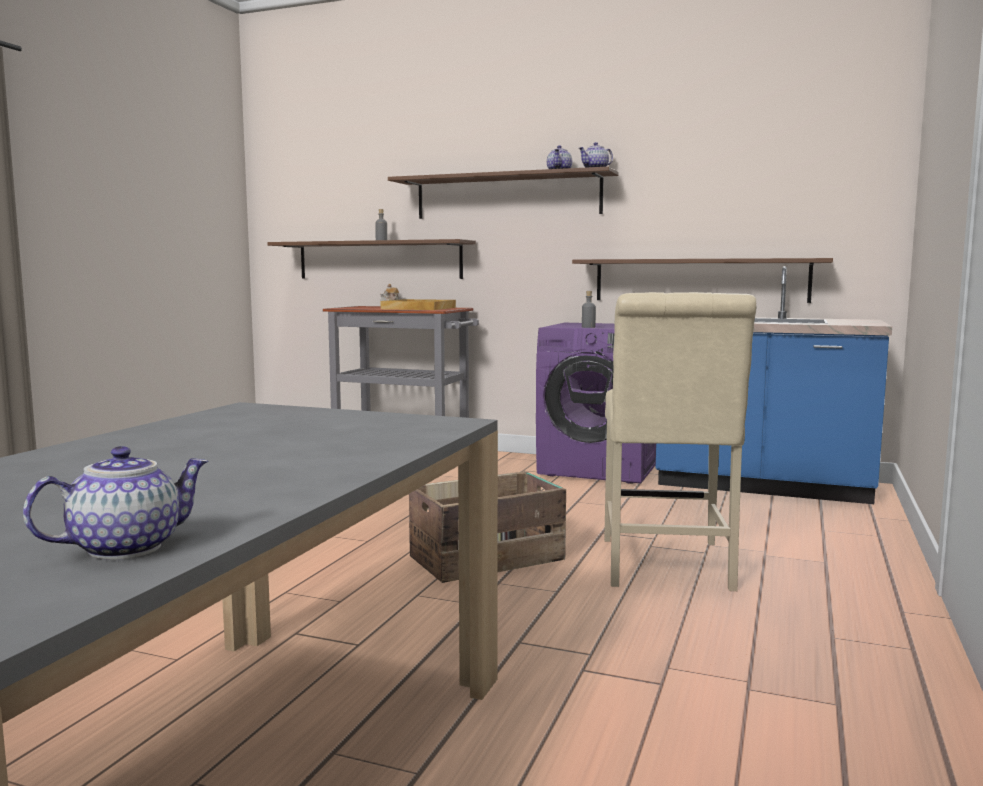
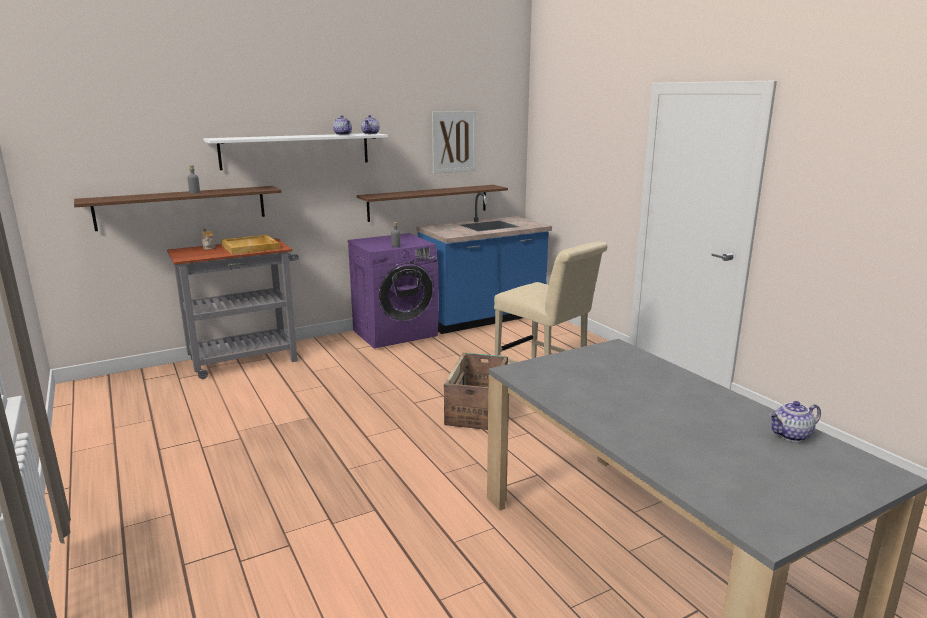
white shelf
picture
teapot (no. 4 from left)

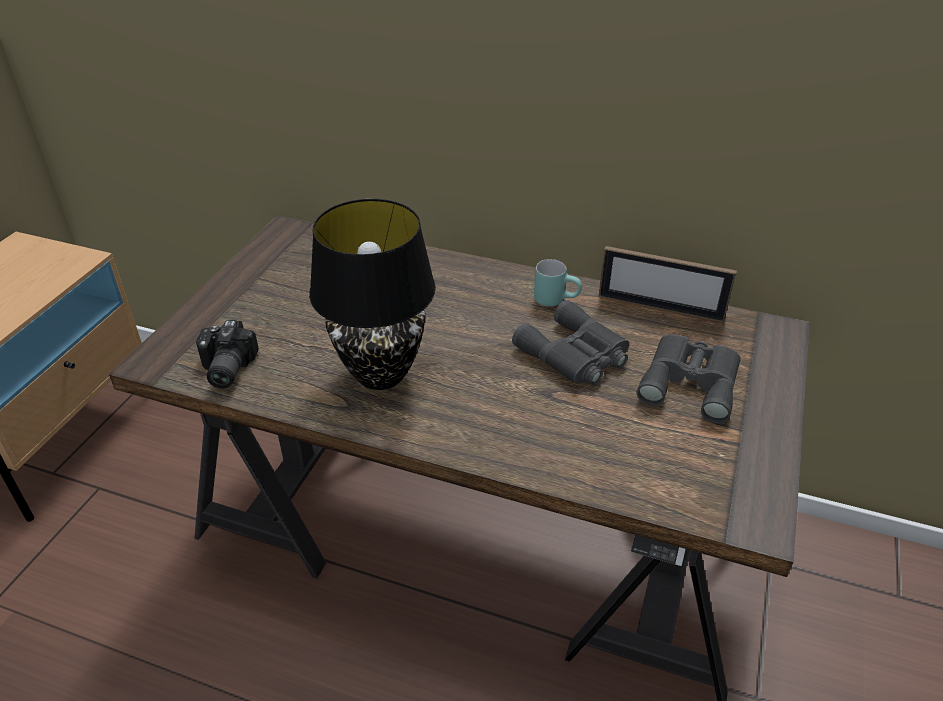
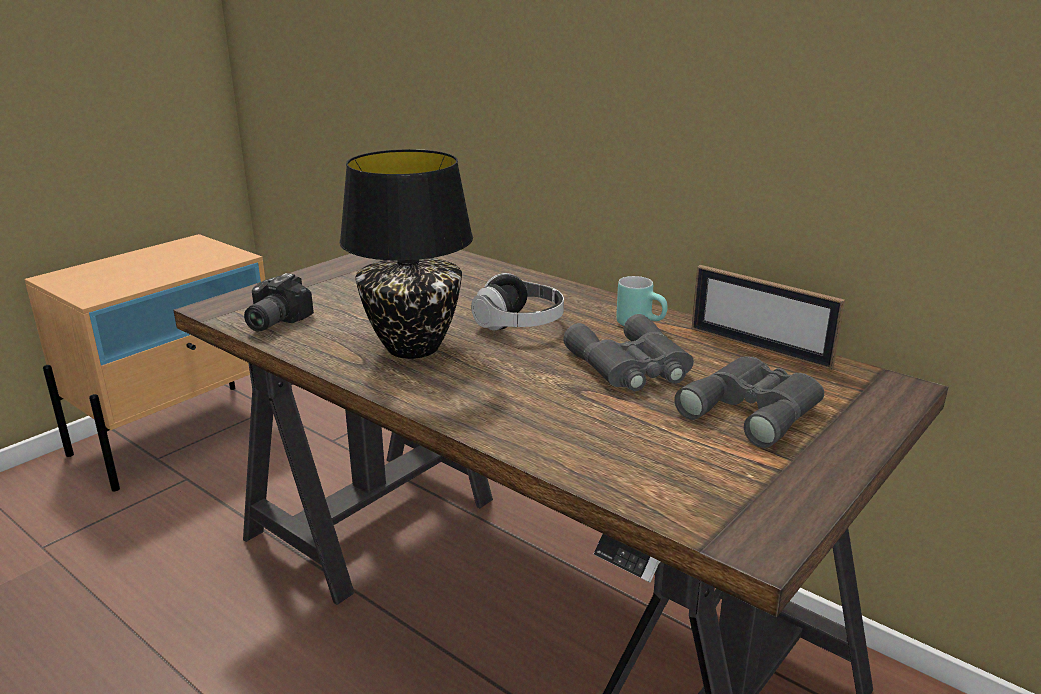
headphones

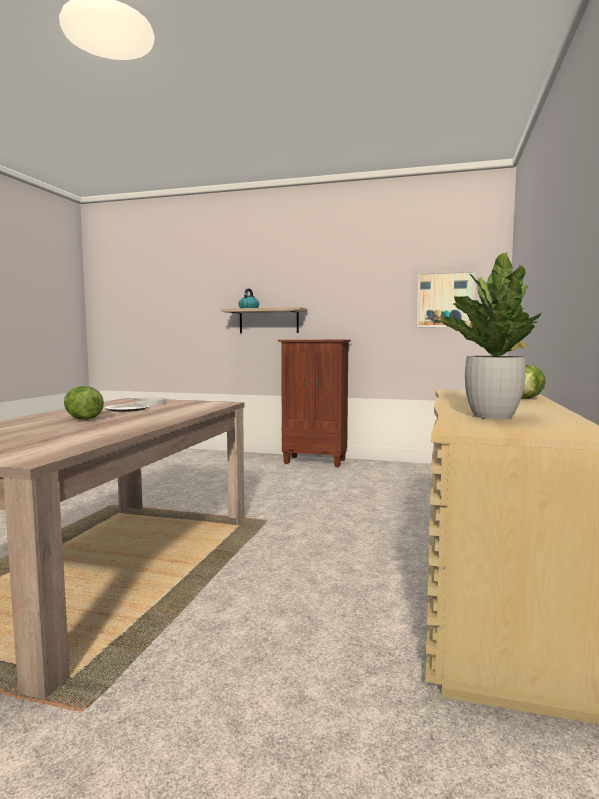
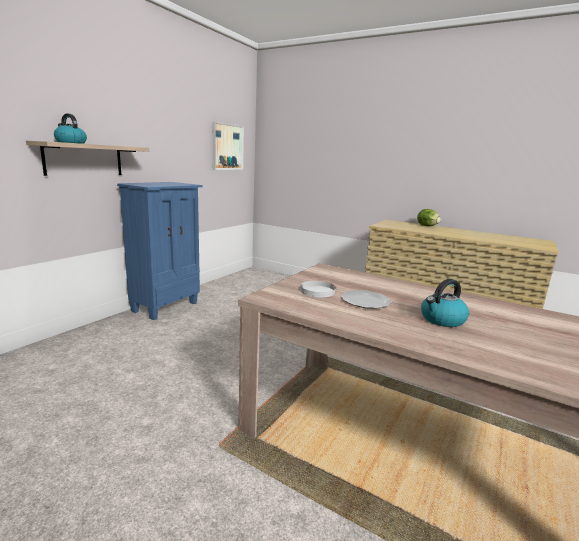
blue cabinet
kettle (no. 2 from left)
potted plant

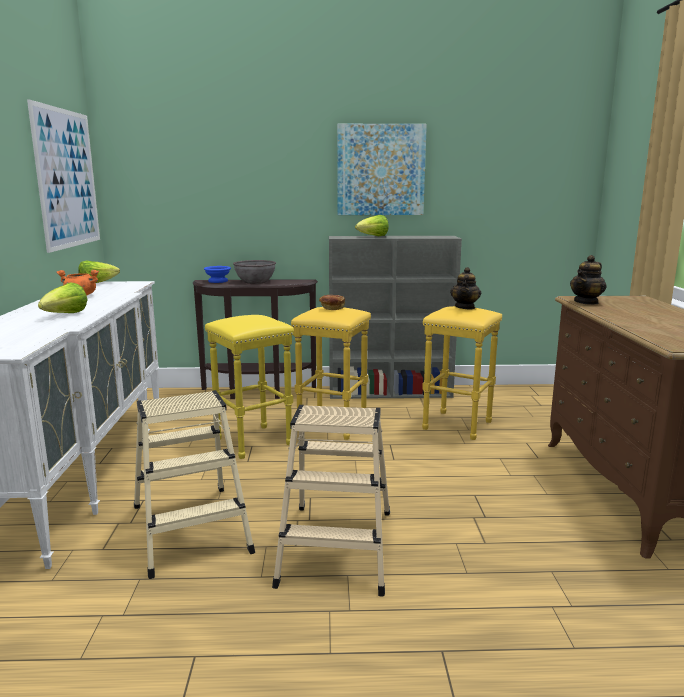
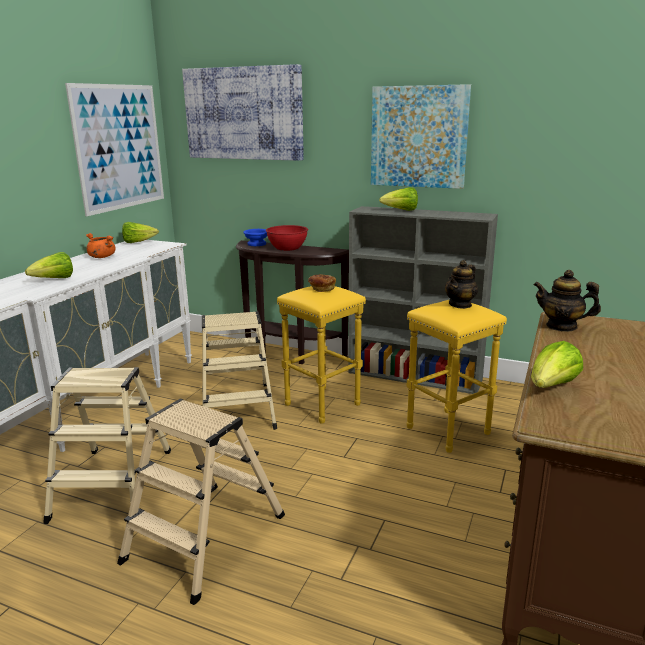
picture (no. 2 from left)
beige step ladder (no. 3 from left)
red bowl
lettuce (no. 4 from left)
teapot (no. 2 from left)

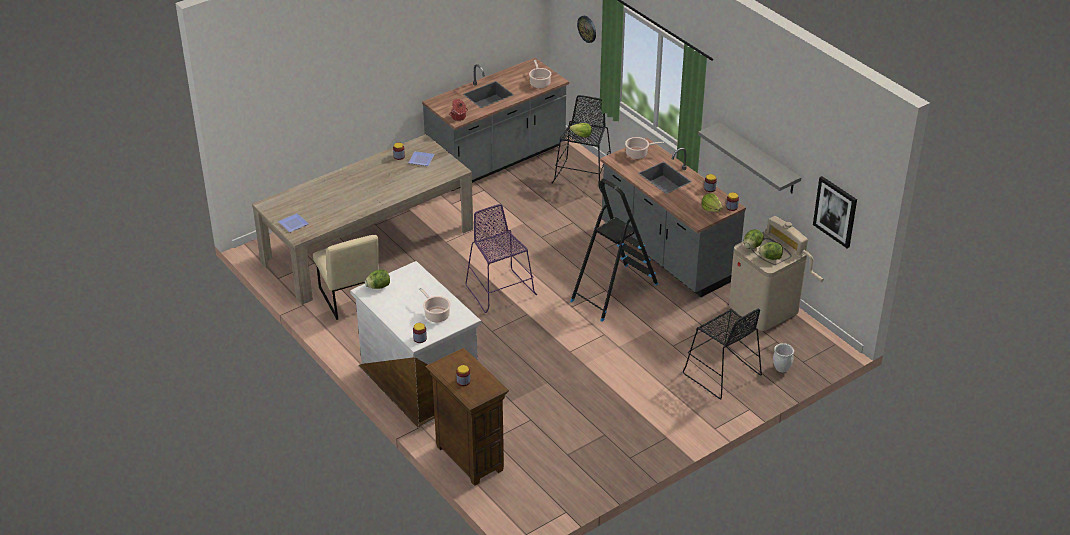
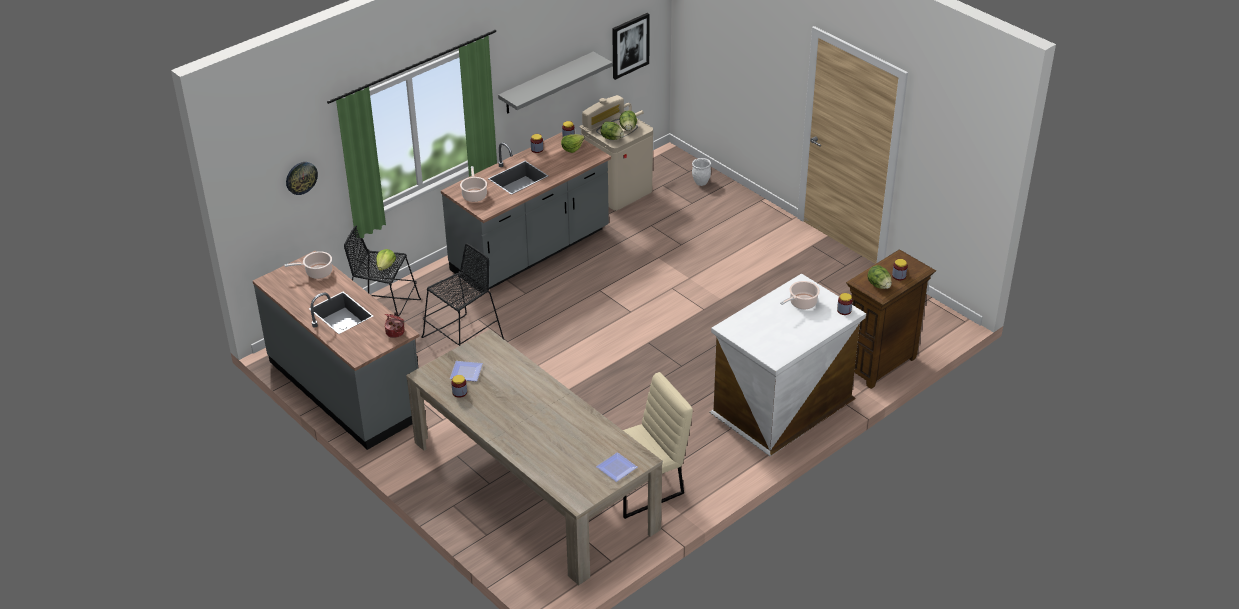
black stool (no. 2 from left)
lettuce (no. 5 from left)
purple stool
black step ladder

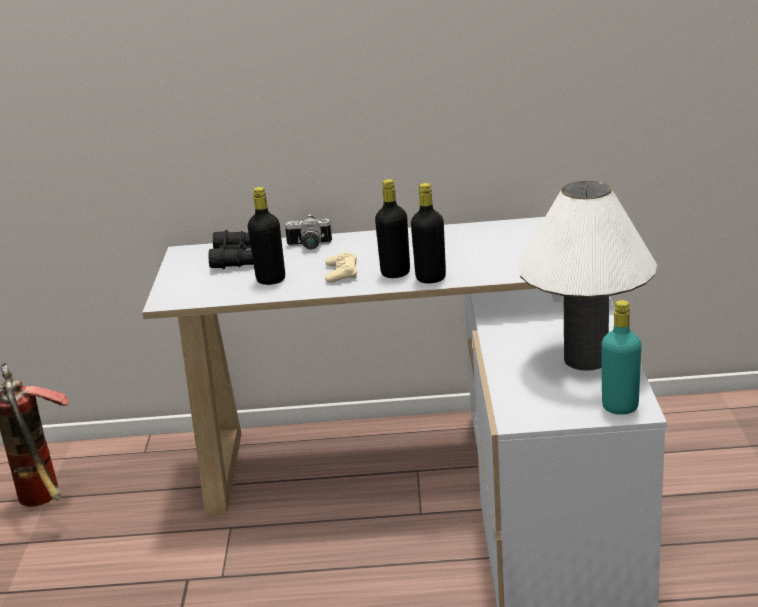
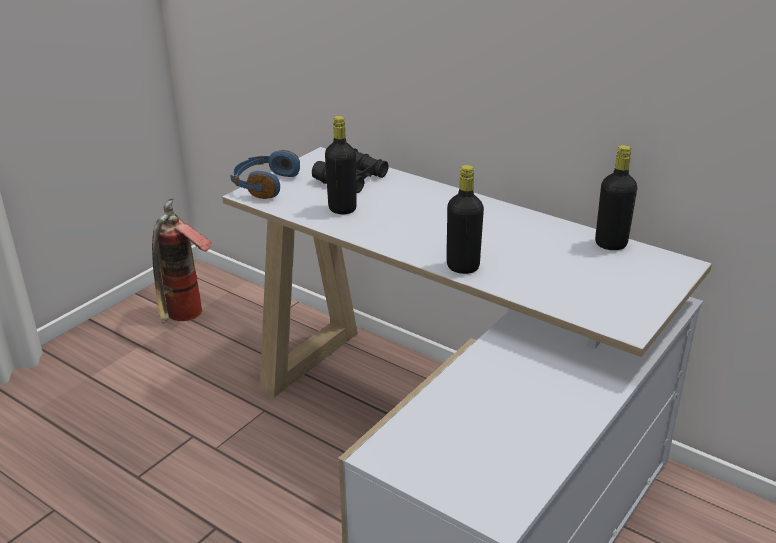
blue headphones
black bottle (no. 3 from left)
photo camera
beige game controller
white table lamp
turquoise bottle

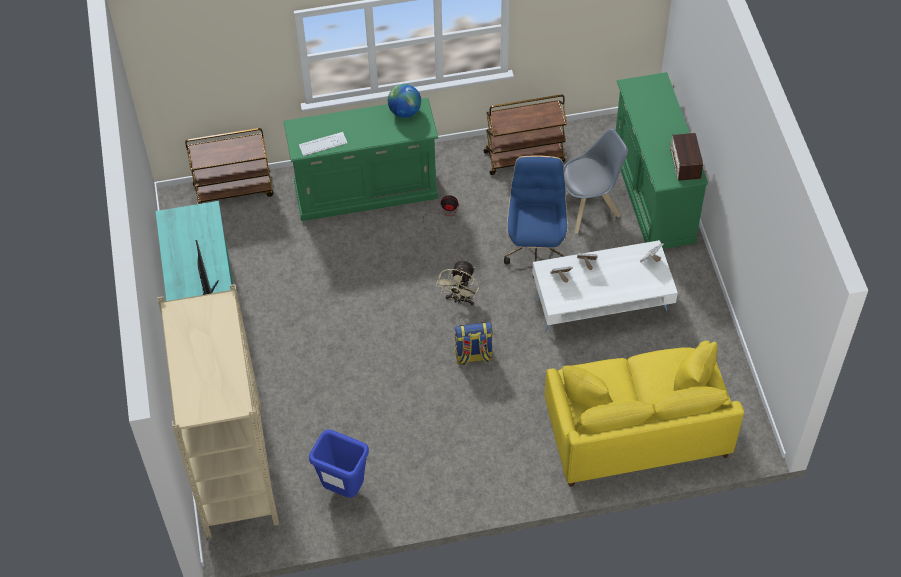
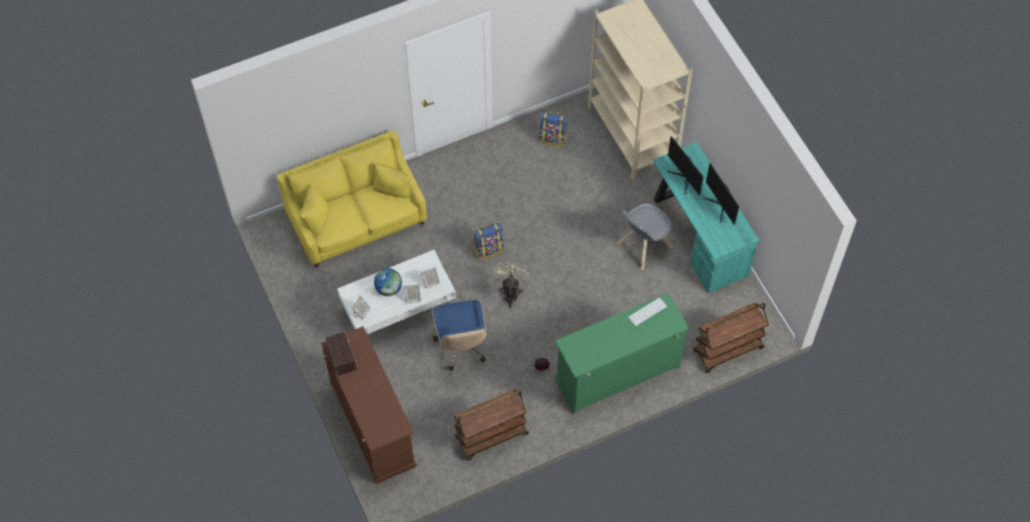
brown cabinet
globe
backpack (no. 2 from left)
grey chair
monitor (no. 2 from left)

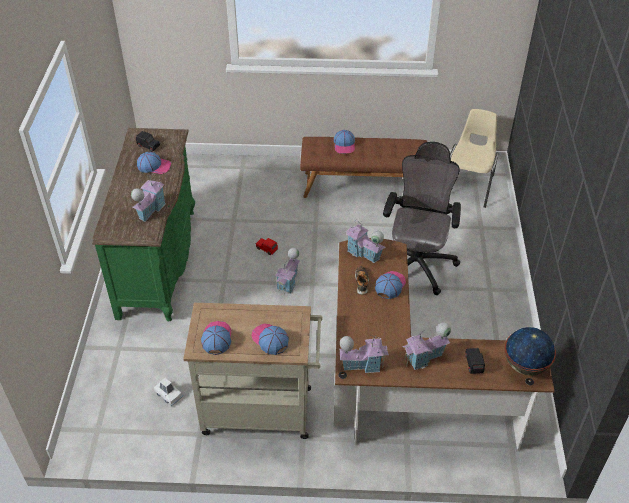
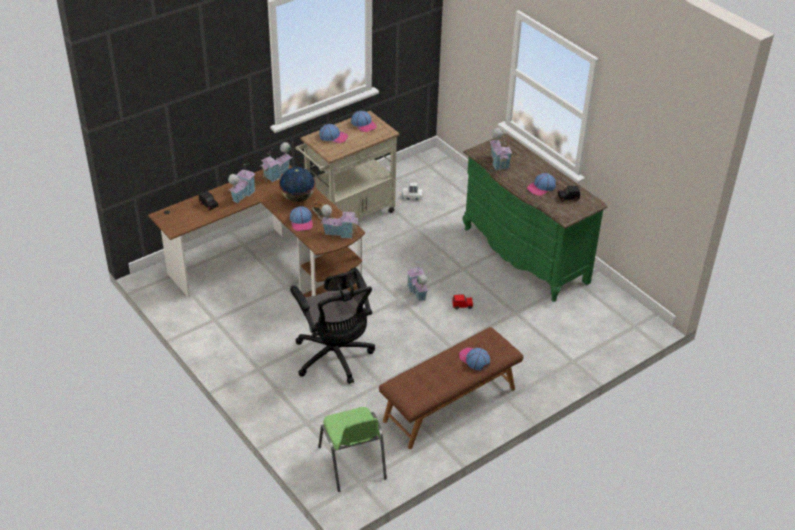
globe
green chair

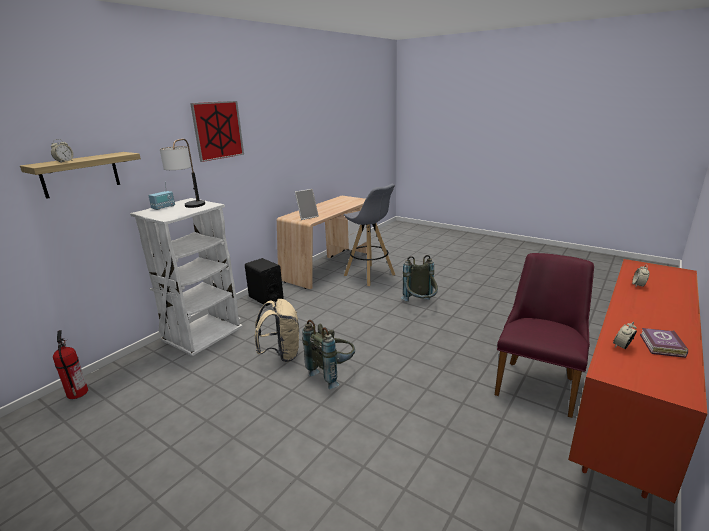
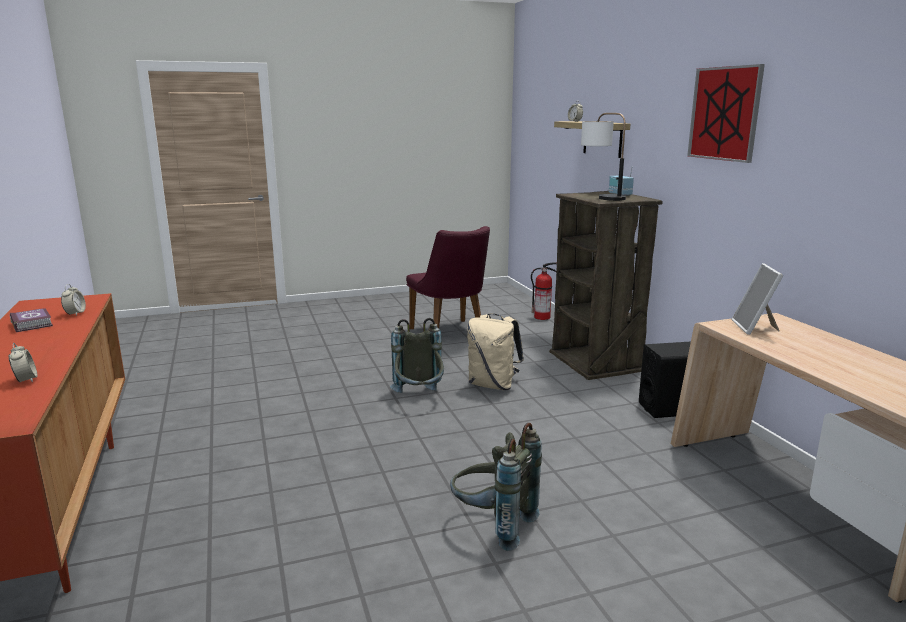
purple chair
brown bookcase
grey stool

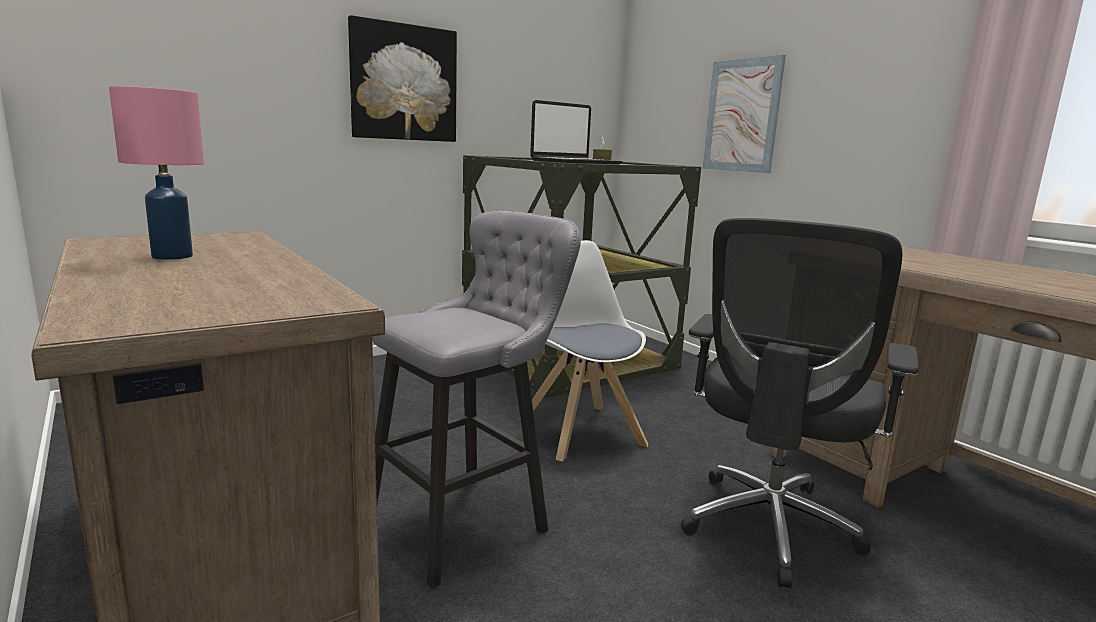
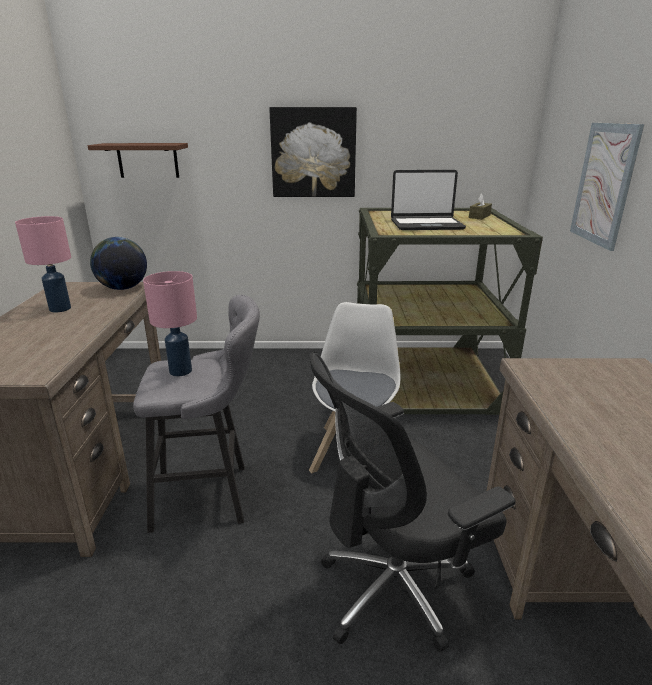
brown shelf
globe
pink table lamp (no. 2 from left)

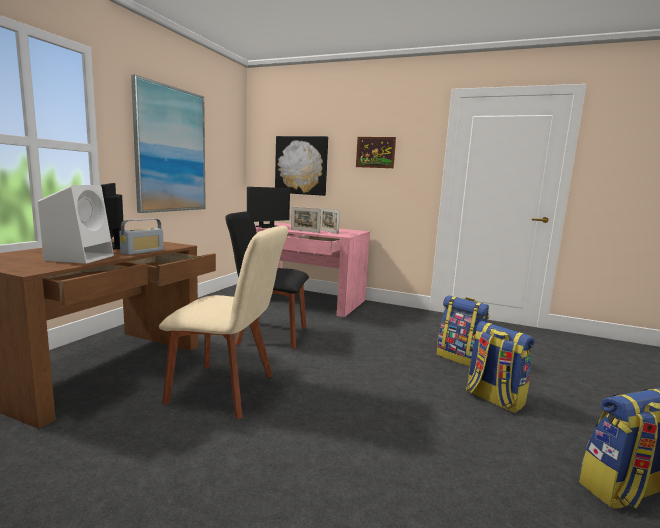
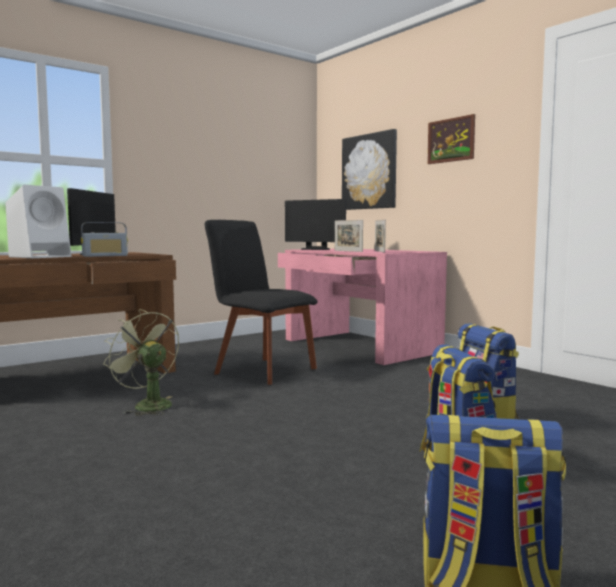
green fan
monitor (no. 2 from left)
picture (no. 1 from left in the first image)

